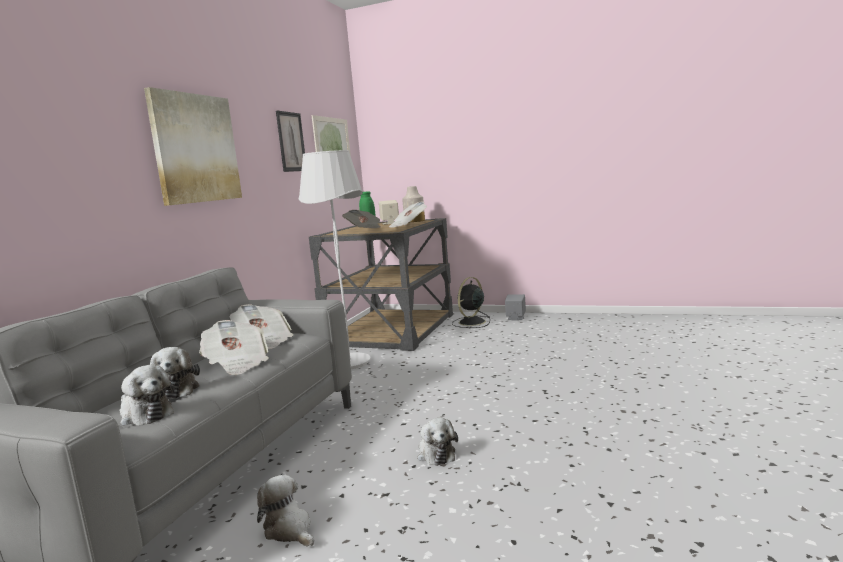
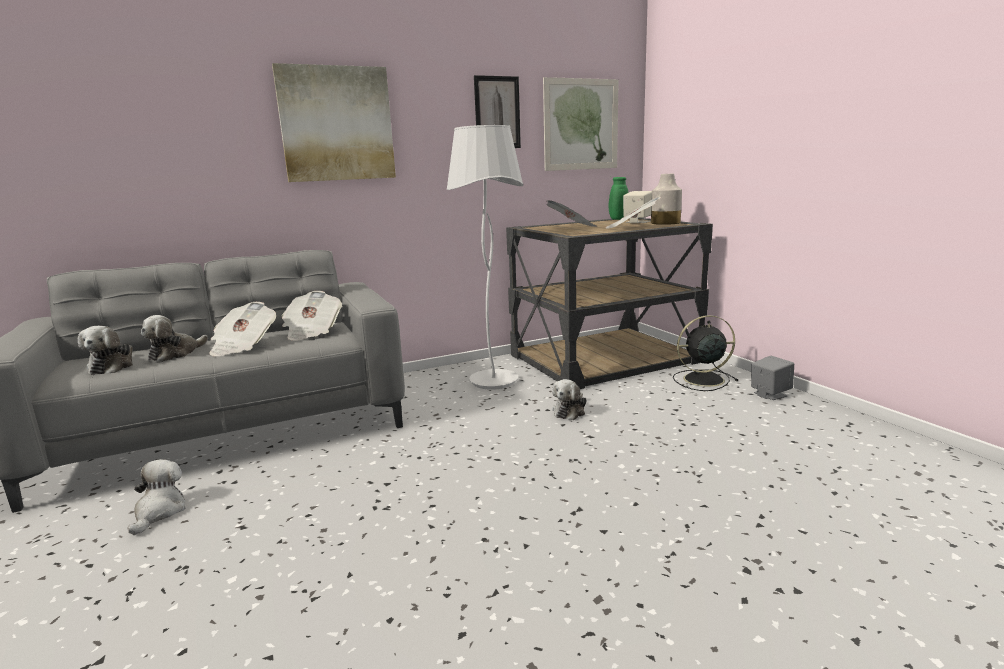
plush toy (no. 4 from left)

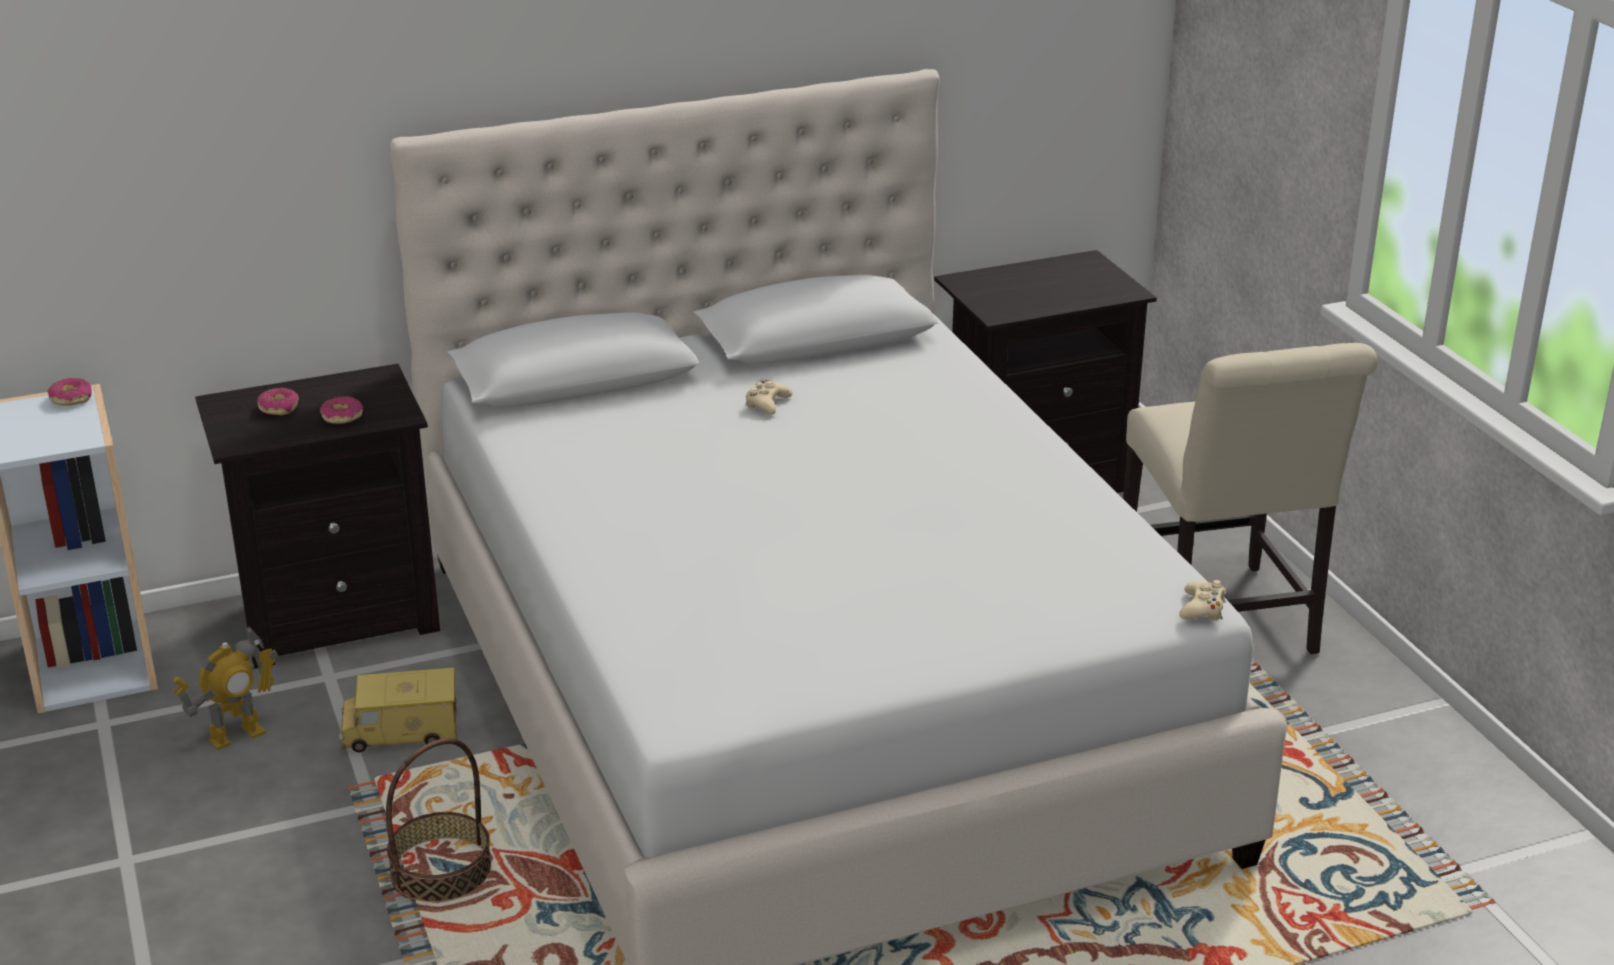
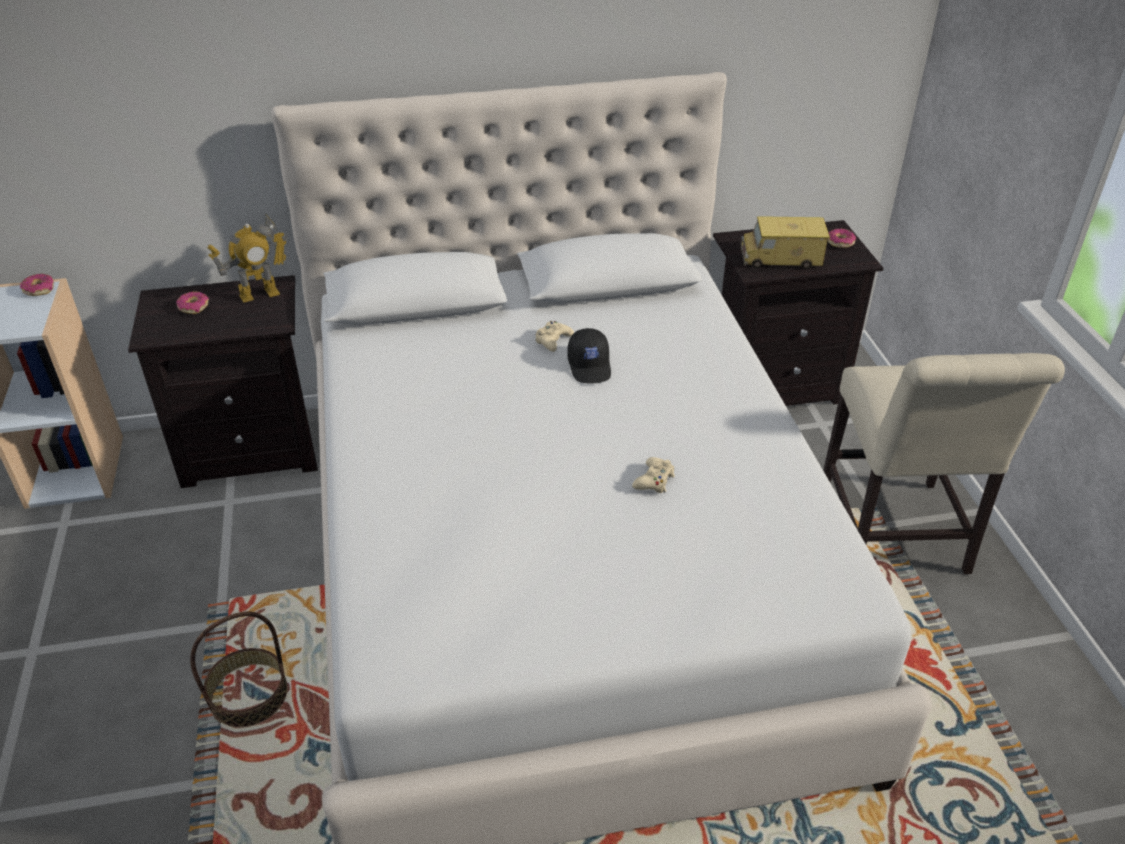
toy robot
black cap
beige game controller (no. 2 from left)
toy truck
donut (no. 3 from left)

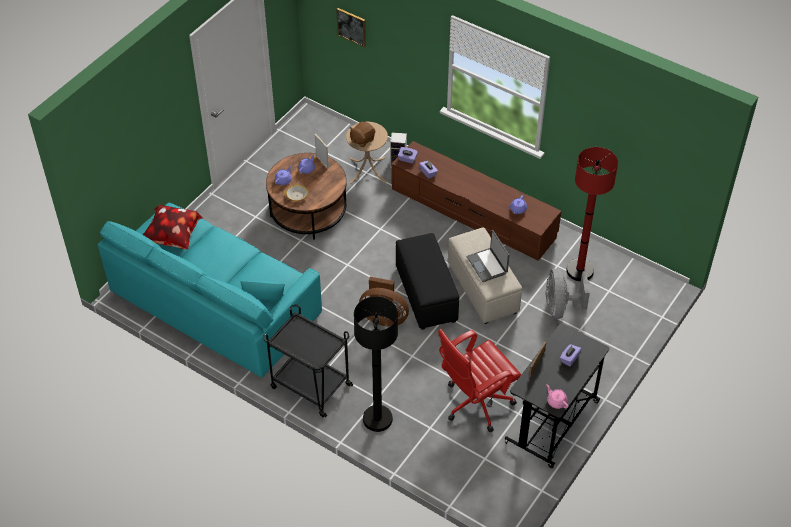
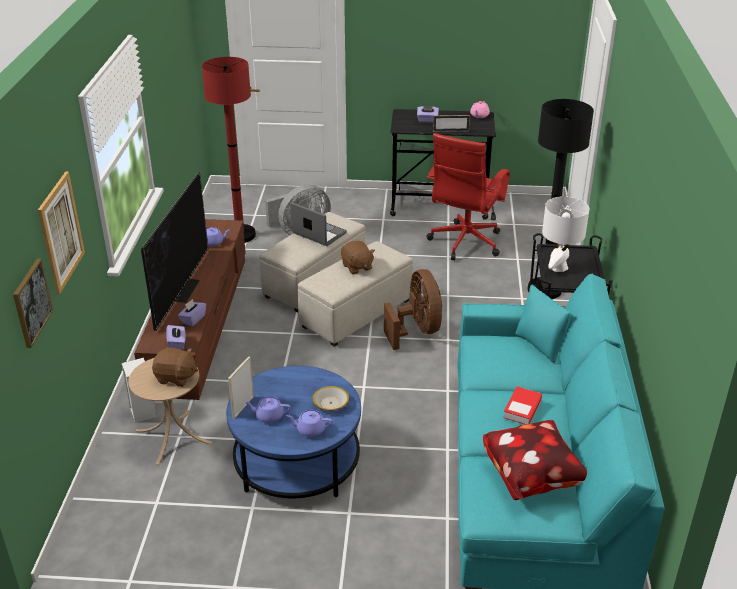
picture (no. 2 from left)
television
blue coffee table
laptop
beige ottoman (no. 2 from left)
brown plush toy (no. 2 from left)
red office chair
book
white table lamp

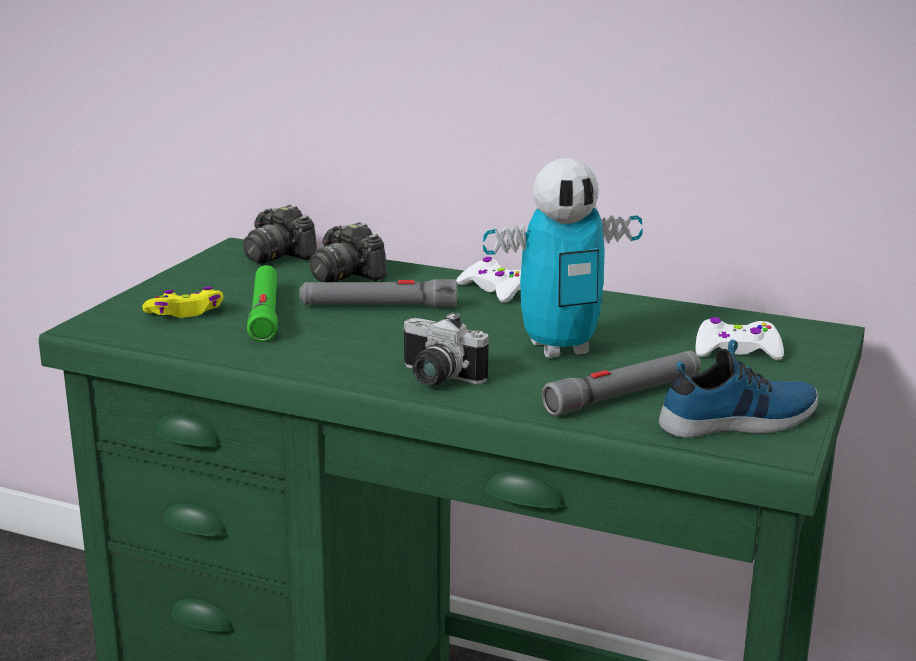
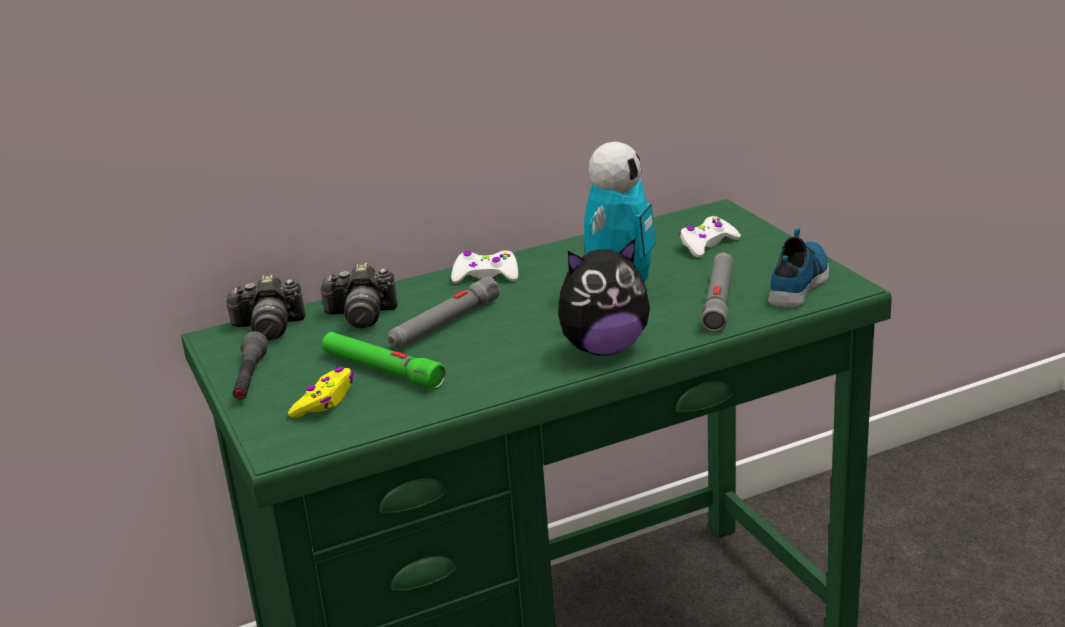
grey flashlight (no. 1 from left)
plush toy

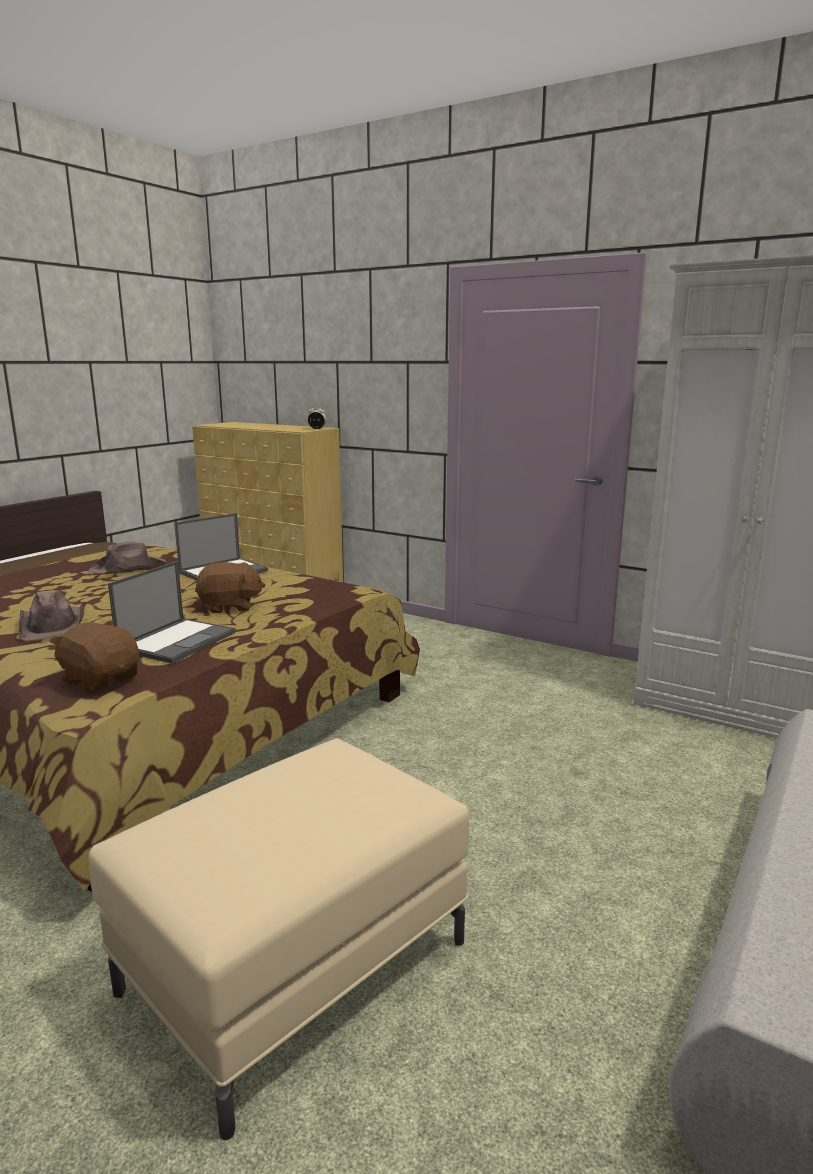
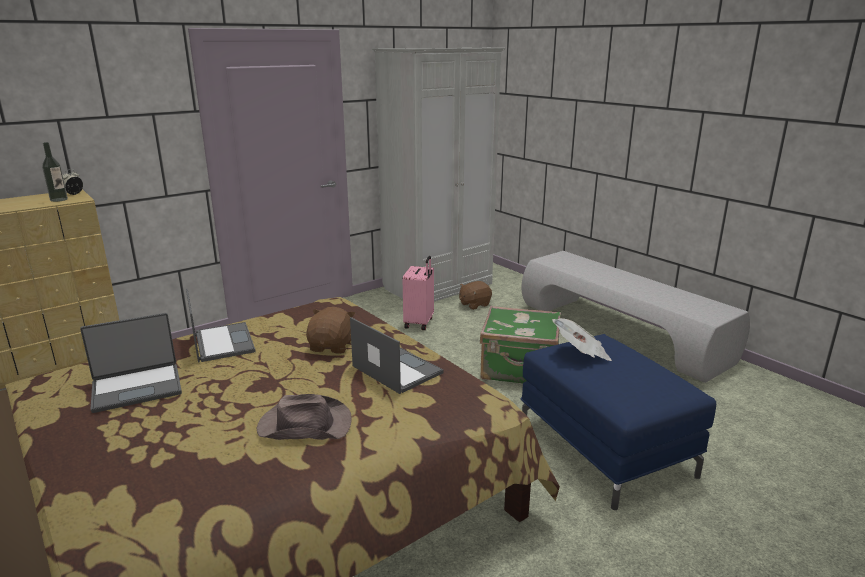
bottle
laptop (no. 1 from left)
pink suitcase
brown plush toy (no. 2 from left)
green suitcase
blue ottoman
newspaper

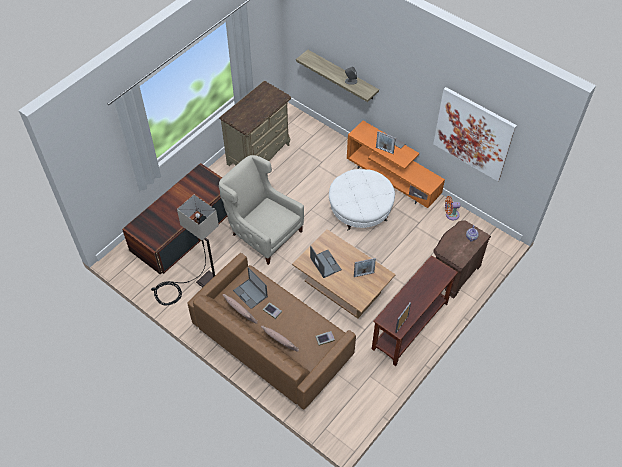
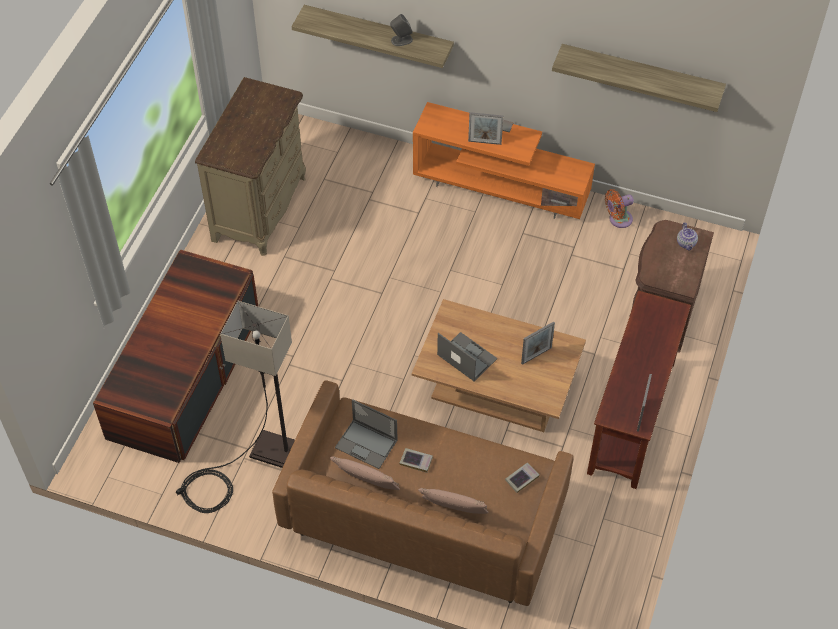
shelf (no. 2 from left)
beige armchair
white ottoman

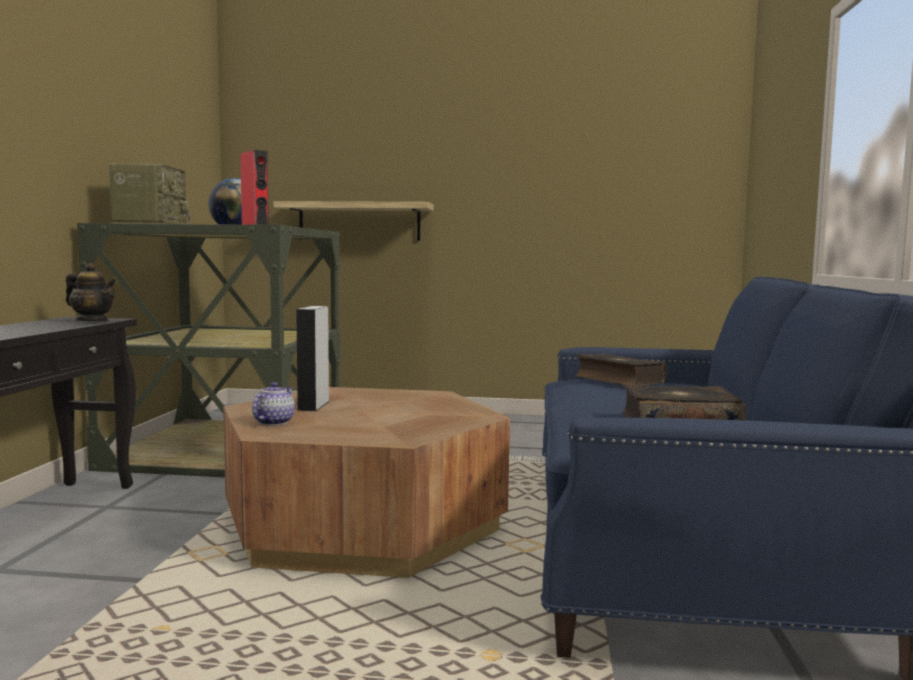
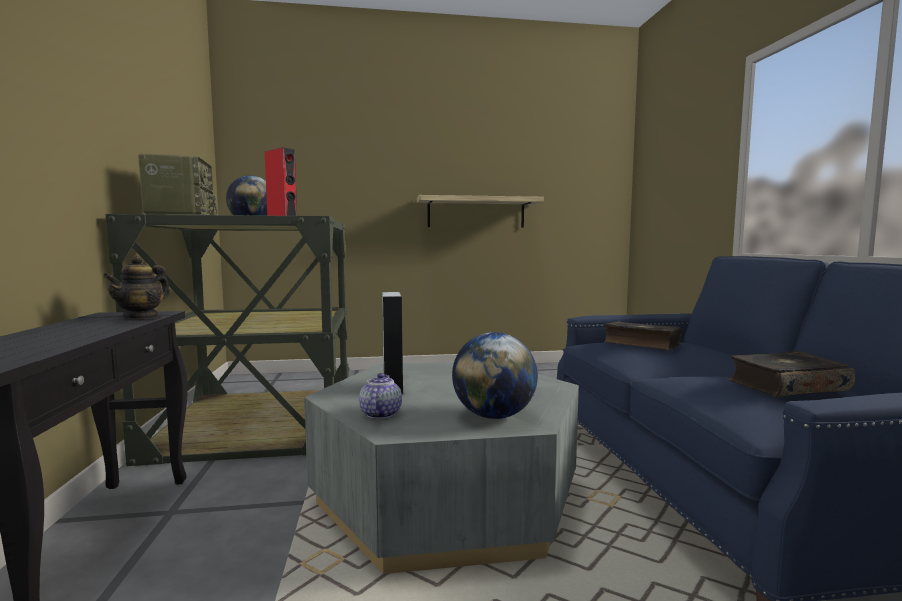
teapot (no. 1 from left)
grey coffee table
shelf
globe (no. 2 from left)

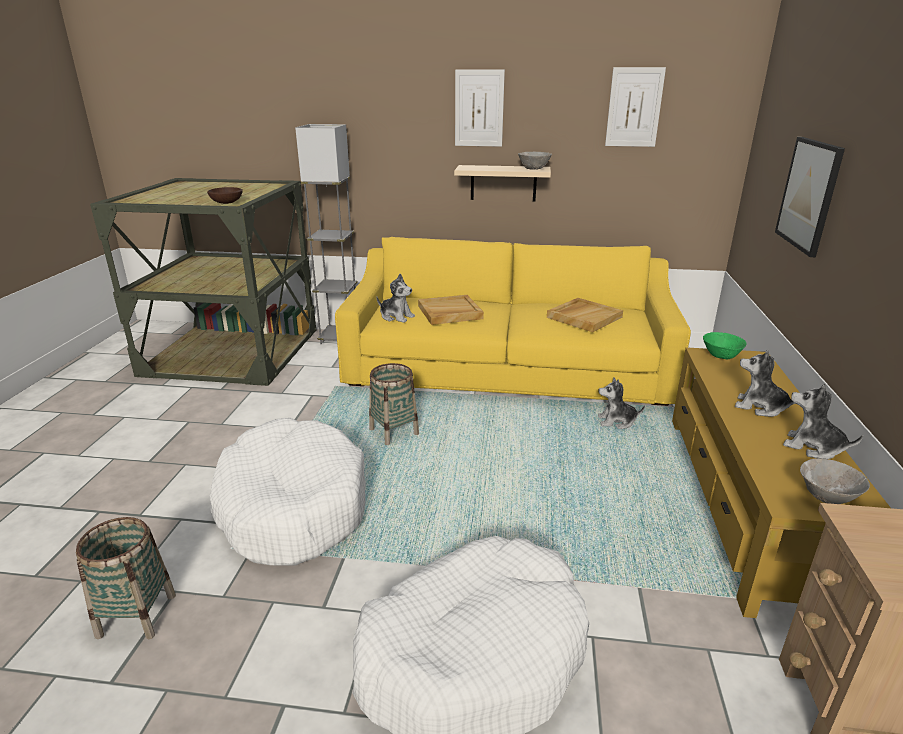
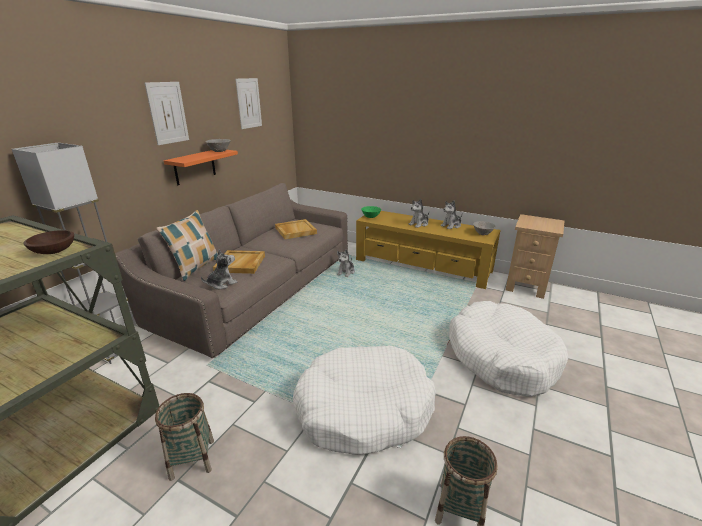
brown sofa
basket (no. 1 from left)
pillow
orange shelf
picture (no. 3 from left in the first image)

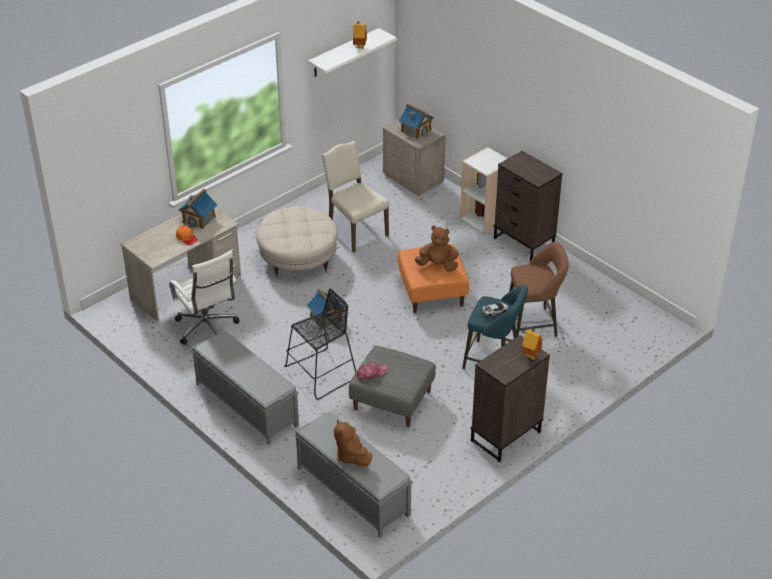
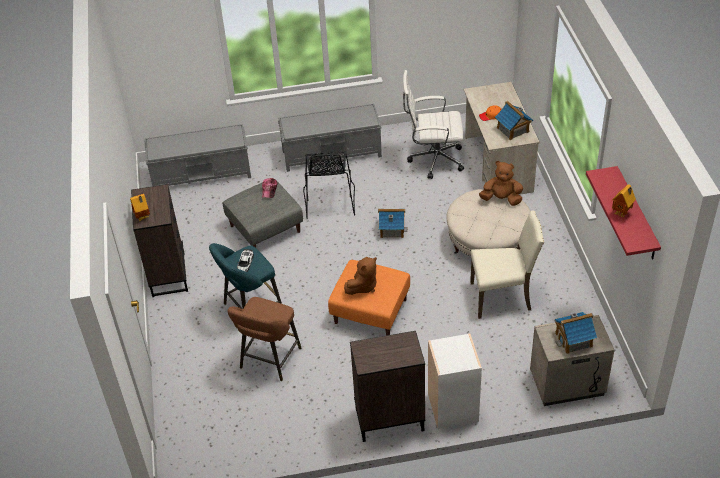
brown plush toy (no. 2 from left)
red shelf

